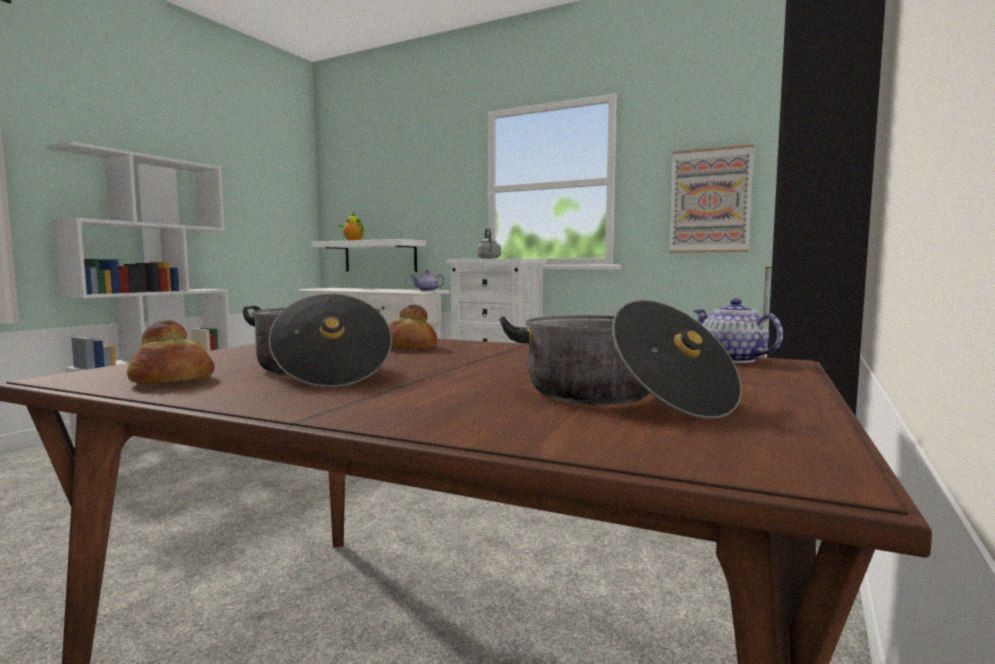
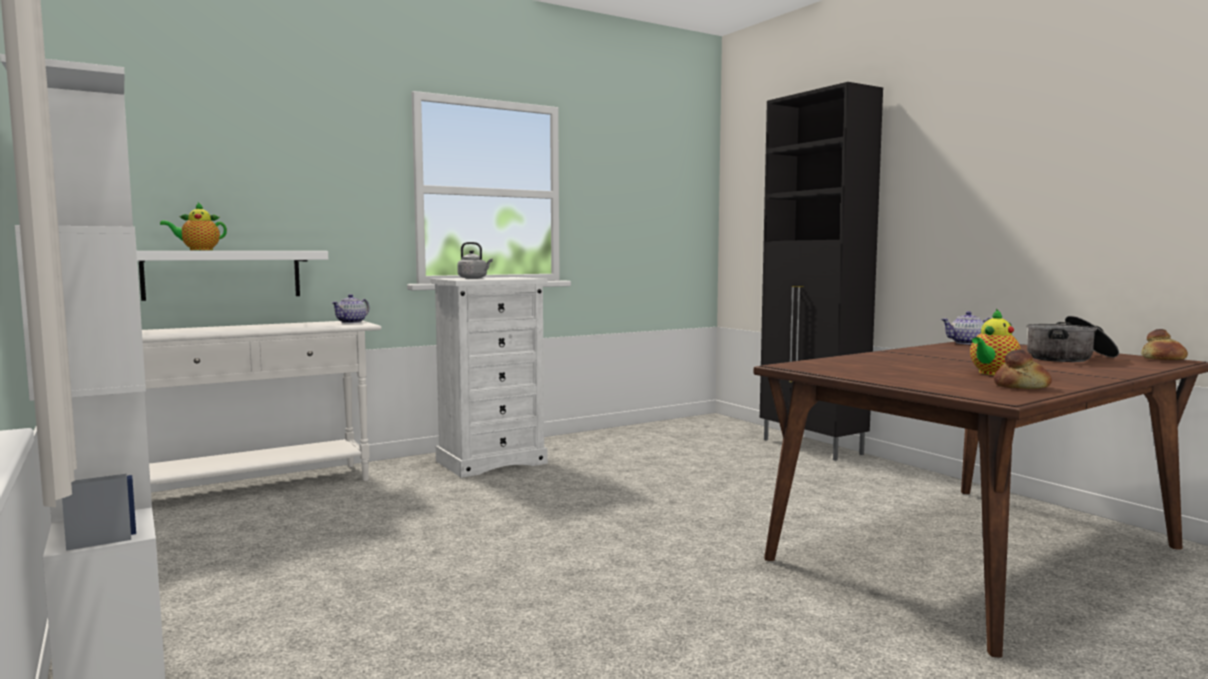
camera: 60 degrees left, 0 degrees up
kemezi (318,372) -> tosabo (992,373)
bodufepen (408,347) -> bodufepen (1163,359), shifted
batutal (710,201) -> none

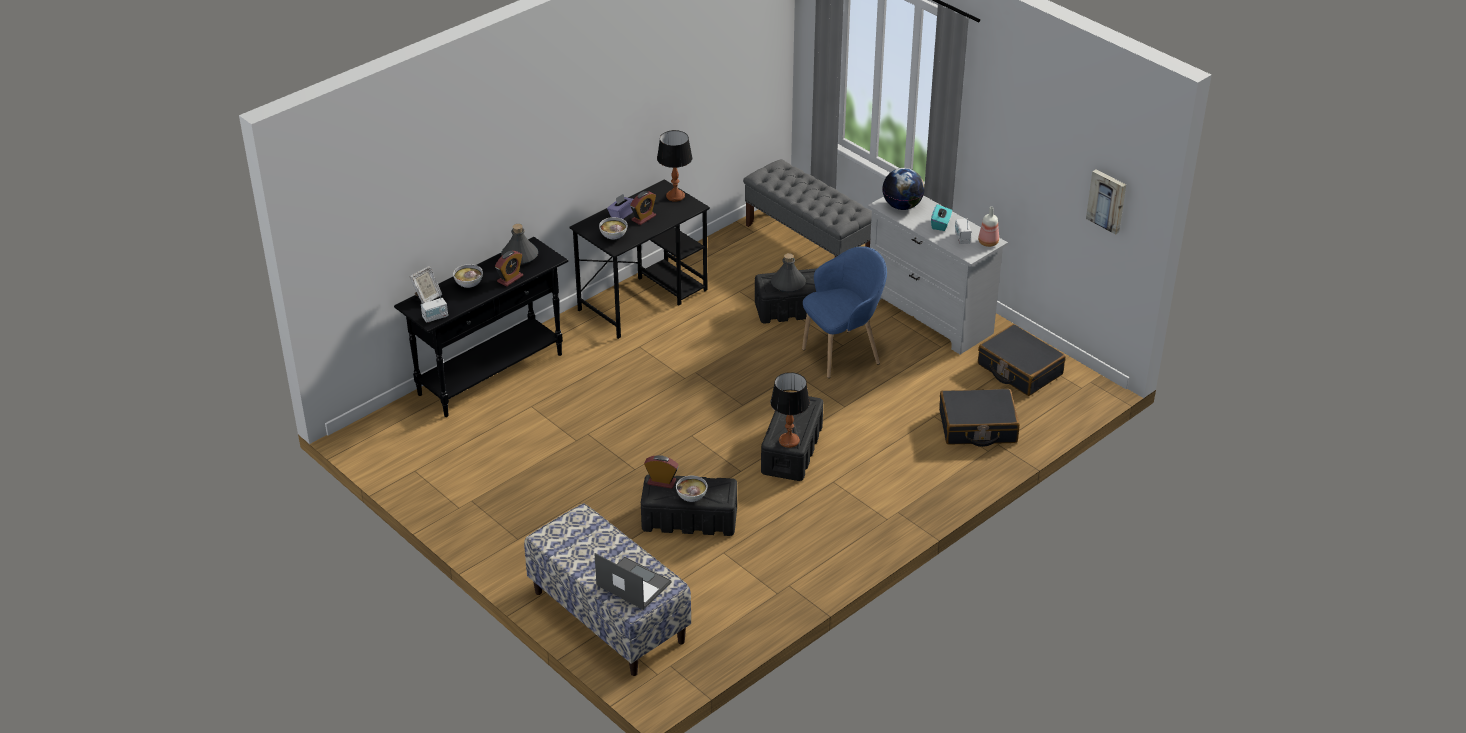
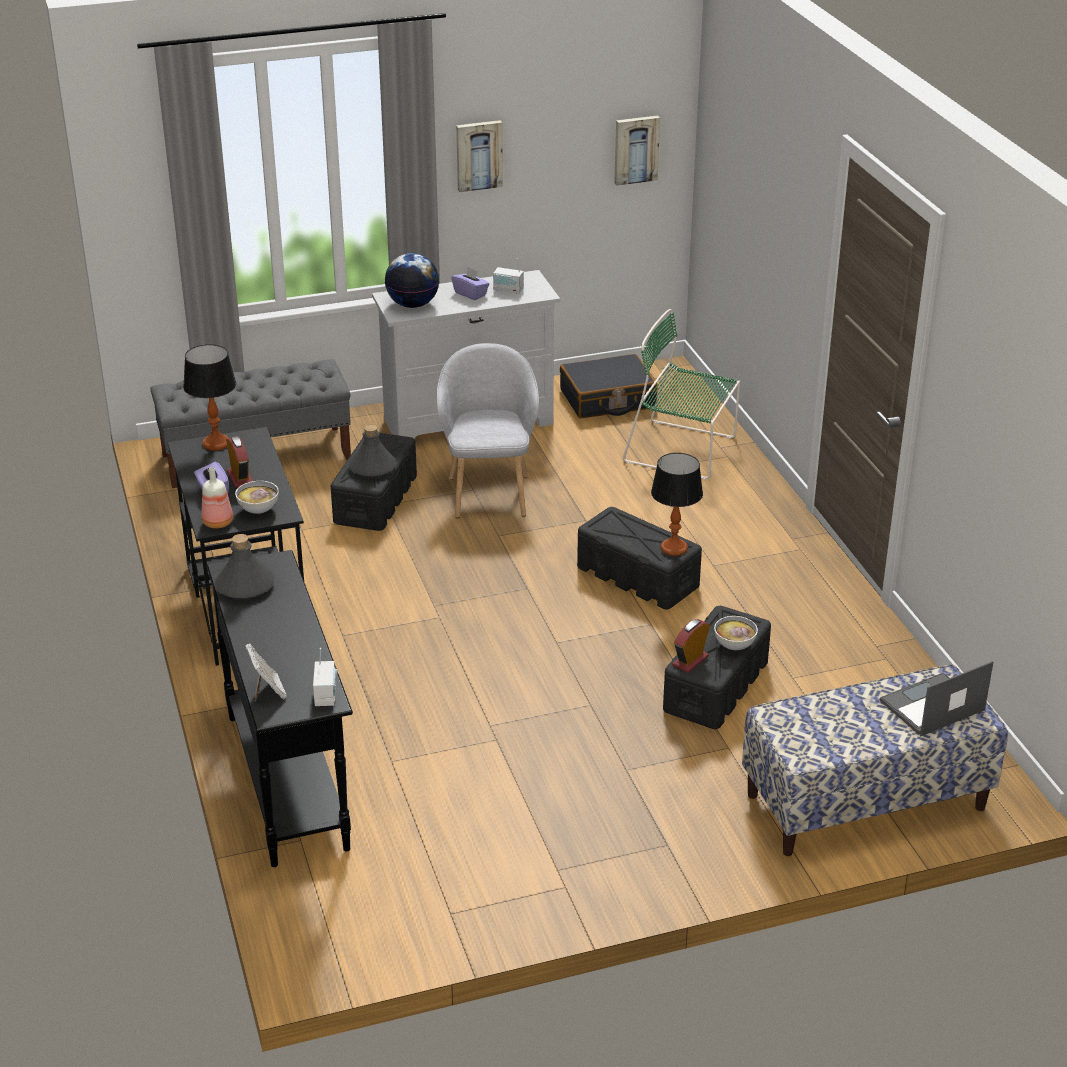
camera: 65 degrees left, 5 degrees down
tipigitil (469,285) -> none
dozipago (510,279) -> none
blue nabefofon (842,354) -> grey nabefofon (489,494)
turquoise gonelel (941,224) -> purple gonelel (470,294)
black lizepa (977,427) -> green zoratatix (683,450)
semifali (988,242) -> semifali (217,522), shifted
none -> batutal (478,155)

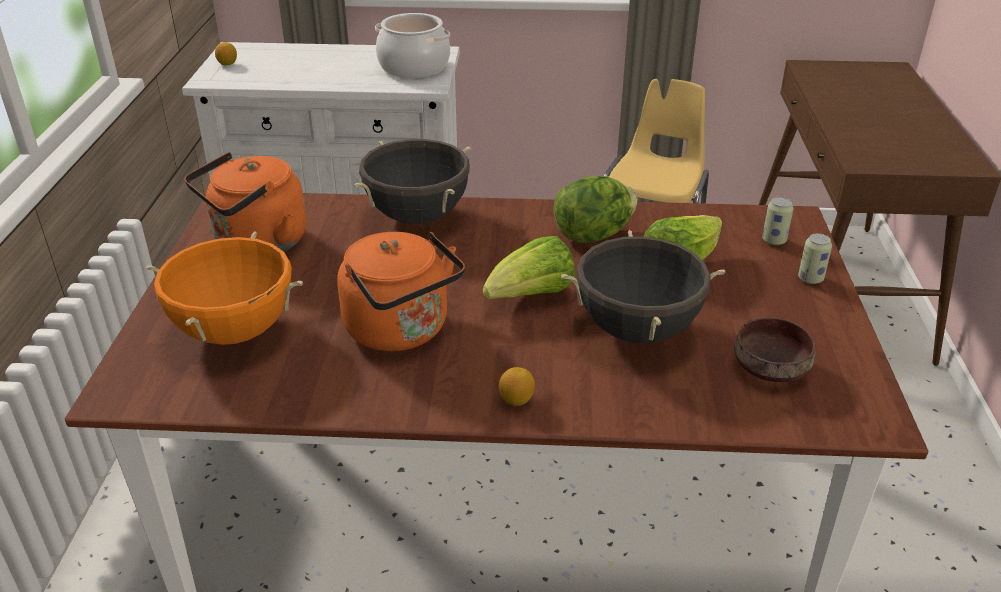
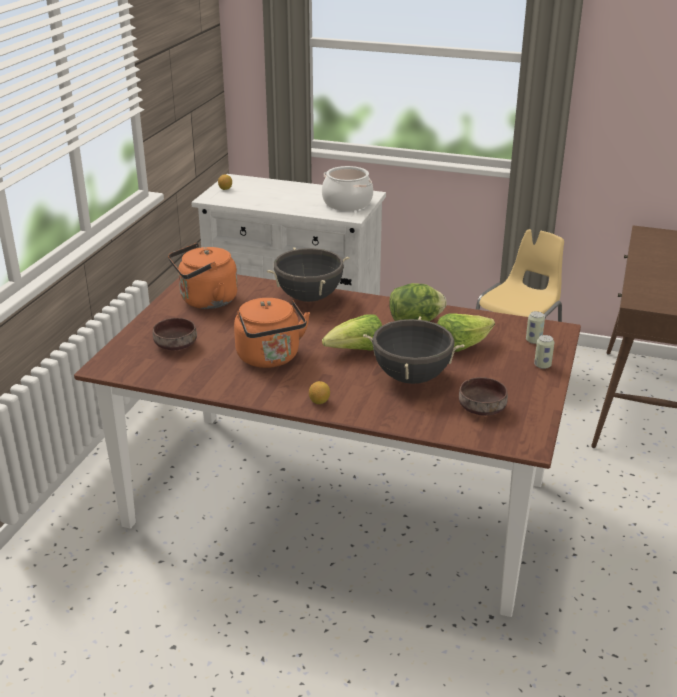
camera: 15 degrees right, 5 degrees down
orange kemezi (235,331) -> brown tipigitil (176,345)

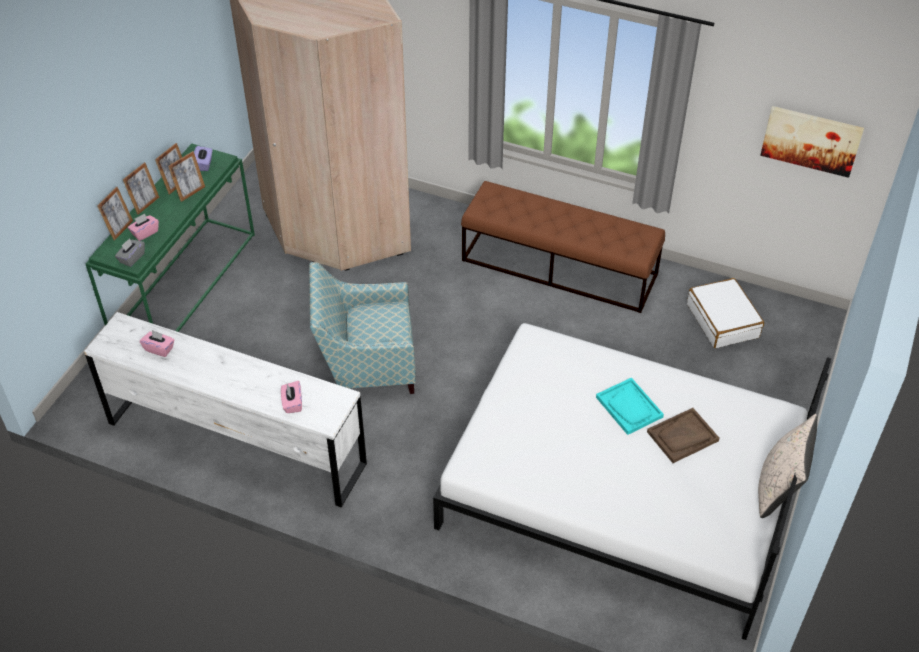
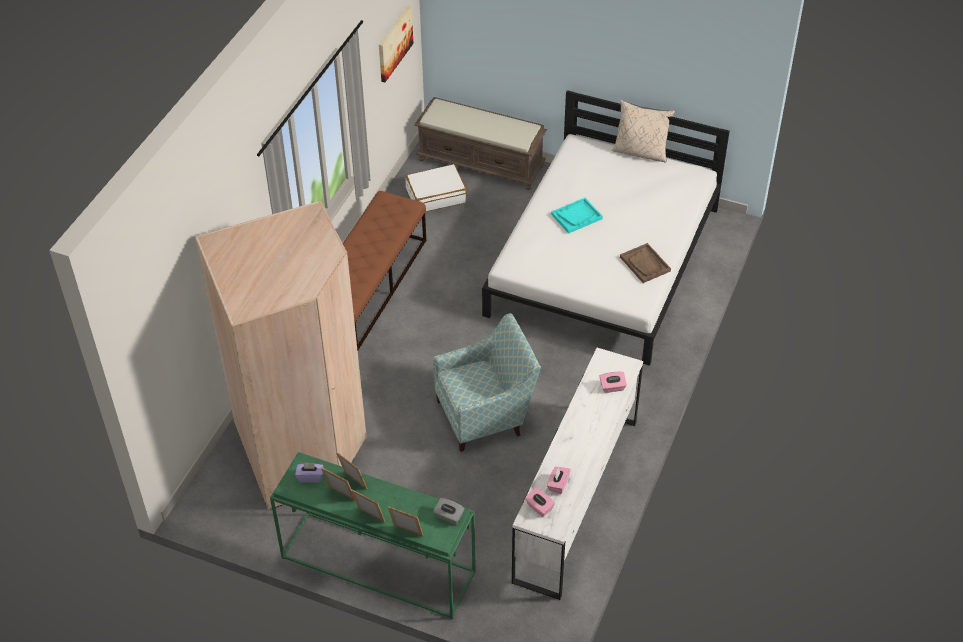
camera: 90 degrees left, 0 degrees up
pink gonelel (145,233) -> pink gonelel (539,507), shifted
nabefofon (365,366) -> nabefofon (486,414), 105 degrees counterclockwise
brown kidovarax (682,436) -> brown kidovarax (645,264), shifted
none -> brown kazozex (481,163)

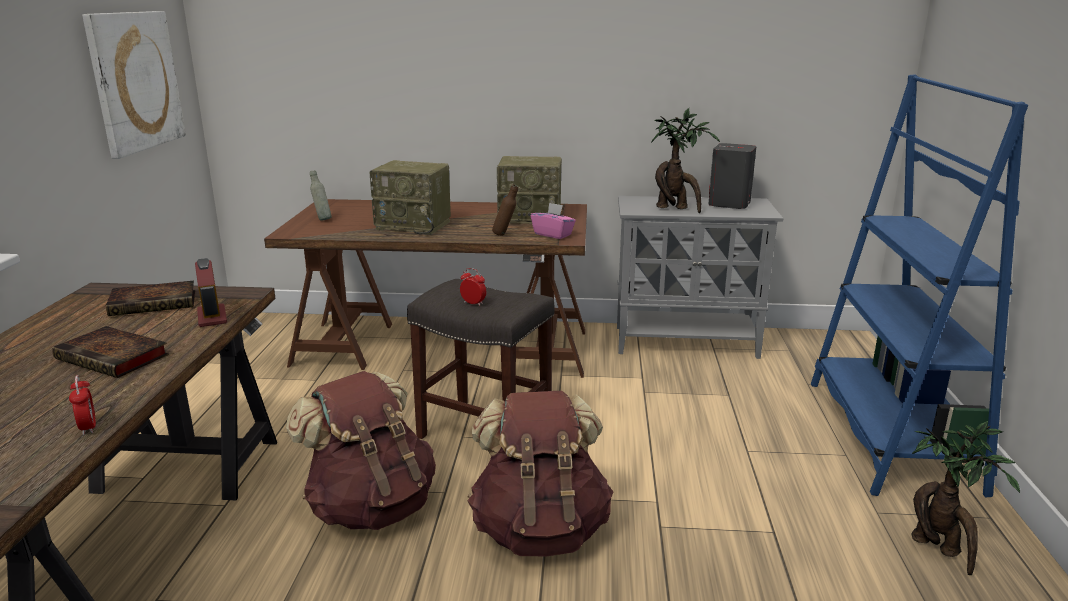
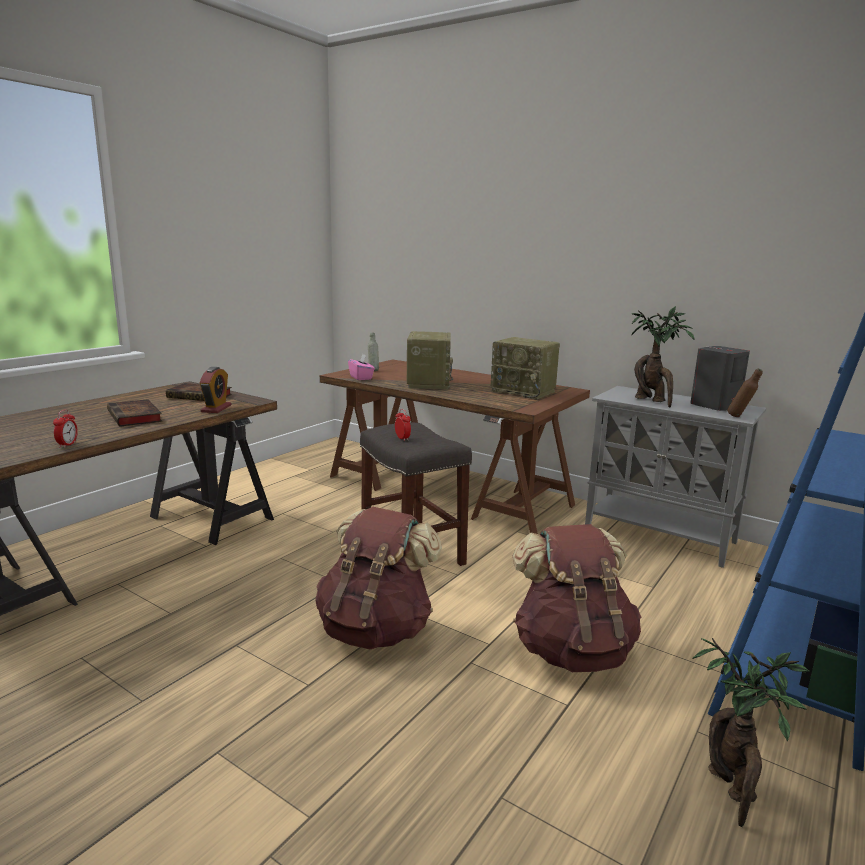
camera: 30 degrees right, 5 degrees down
batutal (135,81) -> none
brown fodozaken (371,506) -> brown fodozaken (572,650), shifted
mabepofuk (415,225) -> mabepofuk (428,383), 135 degrees counterclockwise
brown semifali (505,235) -> brown semifali (740,417), shifted
pink gonelel (553,234) -> pink gonelel (361,377), shifted

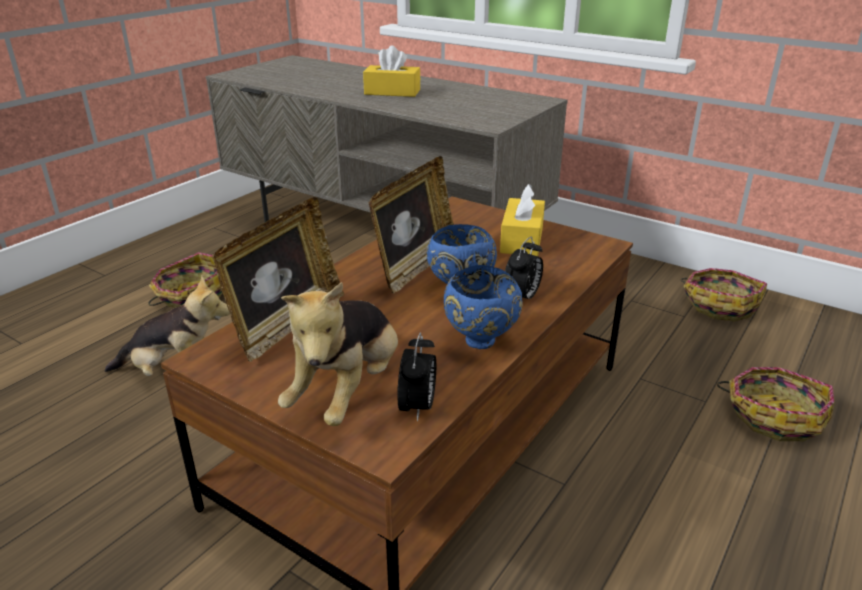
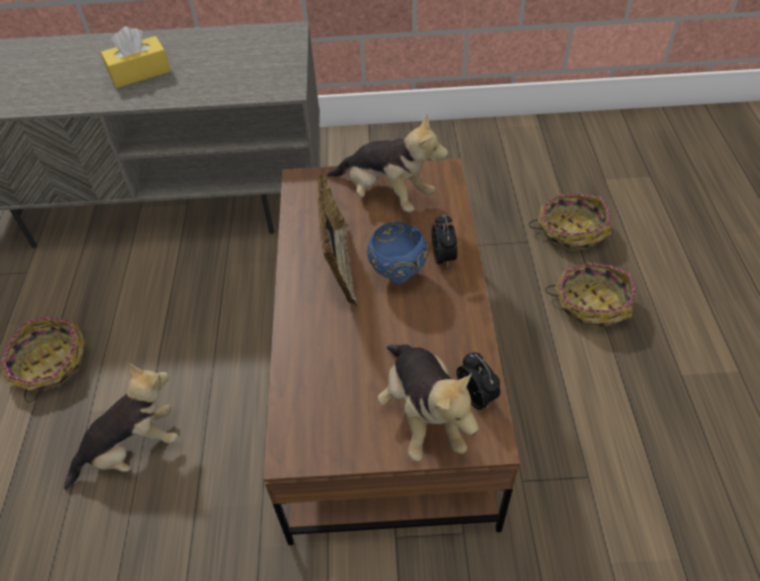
camera: 35 degrees left, 20 degrees up
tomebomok (286,324) -> none
blue tipigitil (481,342) -> none
yellow gonelel (522,239) -> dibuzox (386,195)
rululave (720,304) -> rululave (591,303), shifted

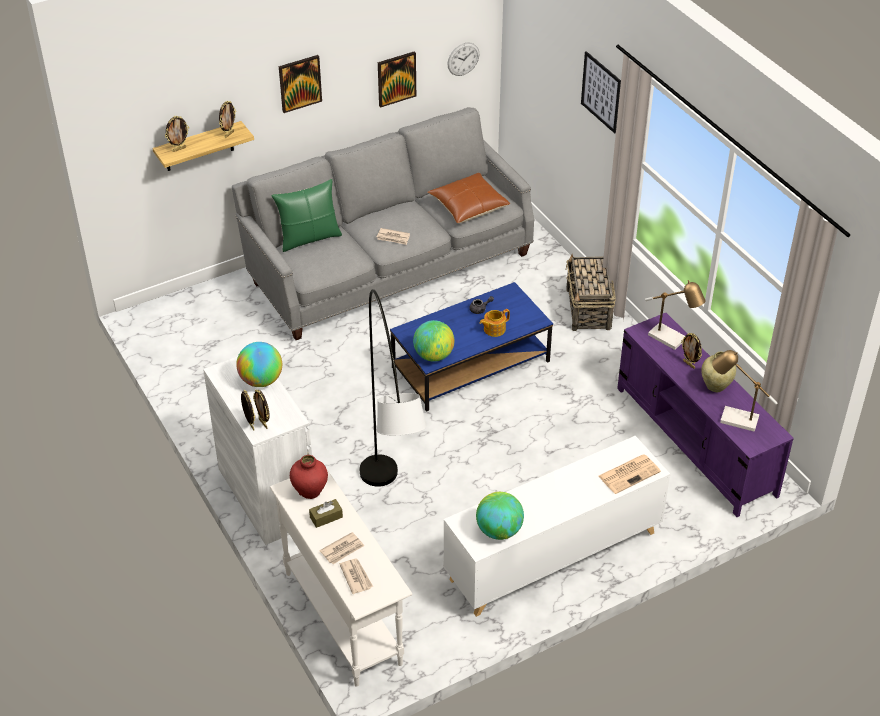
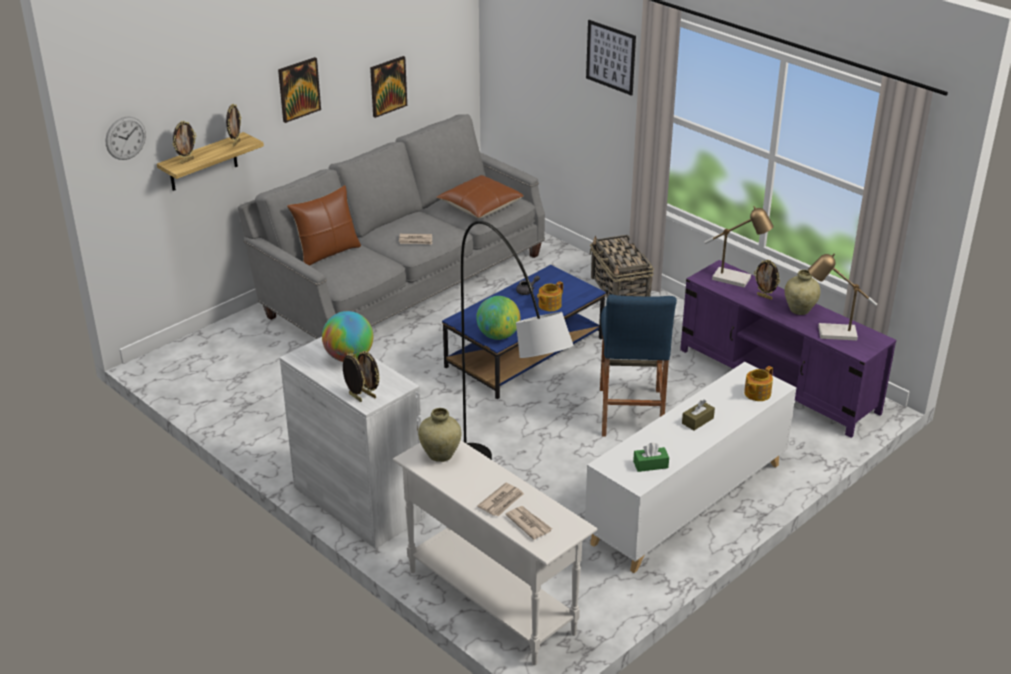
camera: 15 degrees left, 10 degrees down
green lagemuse (309,238) -> brown lagemuse (327,253)
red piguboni (310,491) -> beige piguboni (440,455)
brown gonelel (326,517) -> brown gonelel (697,421), shifted
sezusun (463,59) -> sezusun (125,138), shifted
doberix (499,531) -> green gonelel (650,465)
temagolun (629,473) -> tosabo (756,393)
none -> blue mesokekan (630,412)

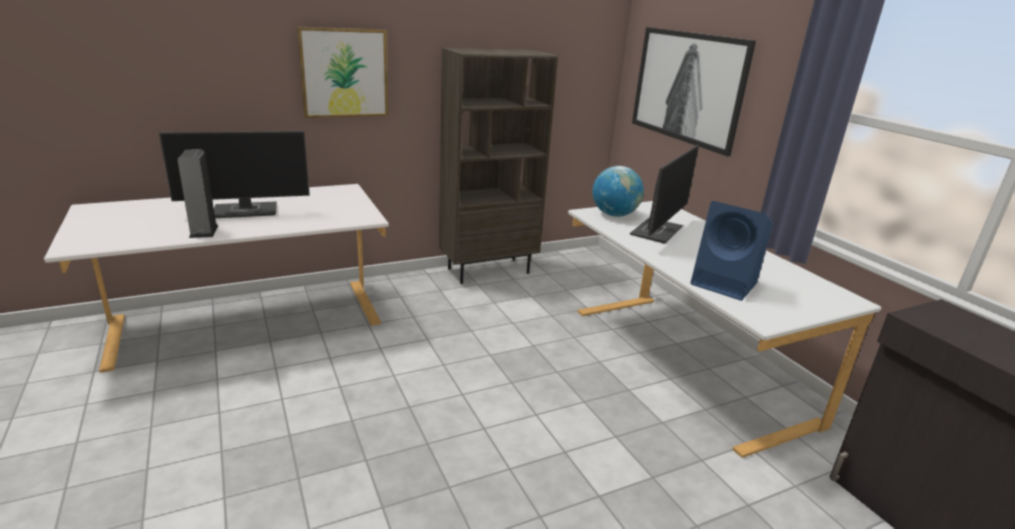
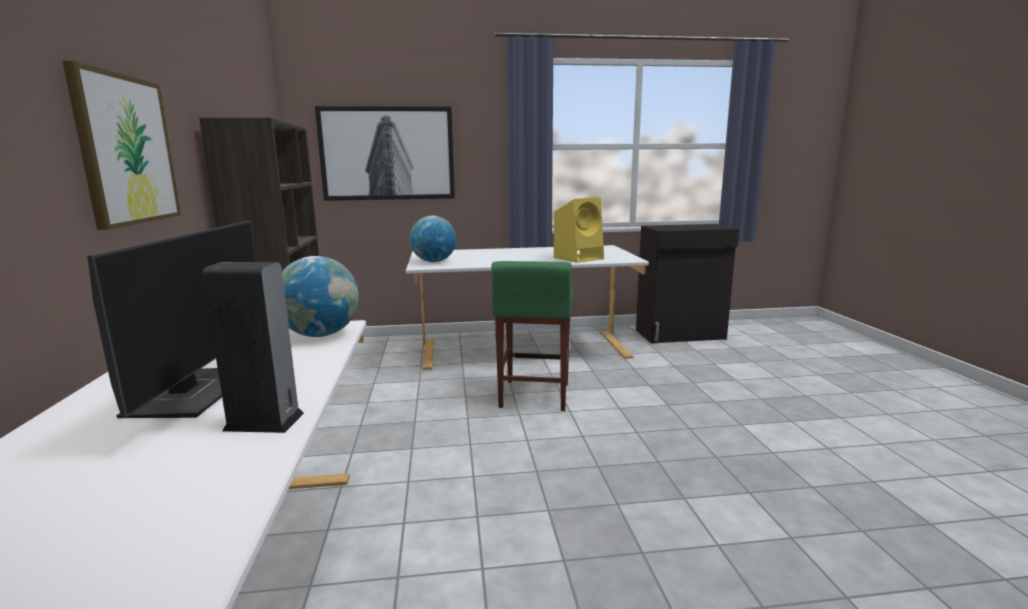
camera: 70 degrees left, 10 degrees down
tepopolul (656,231) -> none
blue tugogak (725,284) -> yellow tugogak (579,258)
none -> doberix (321,335)
none -> green mesokekan (534,395)

